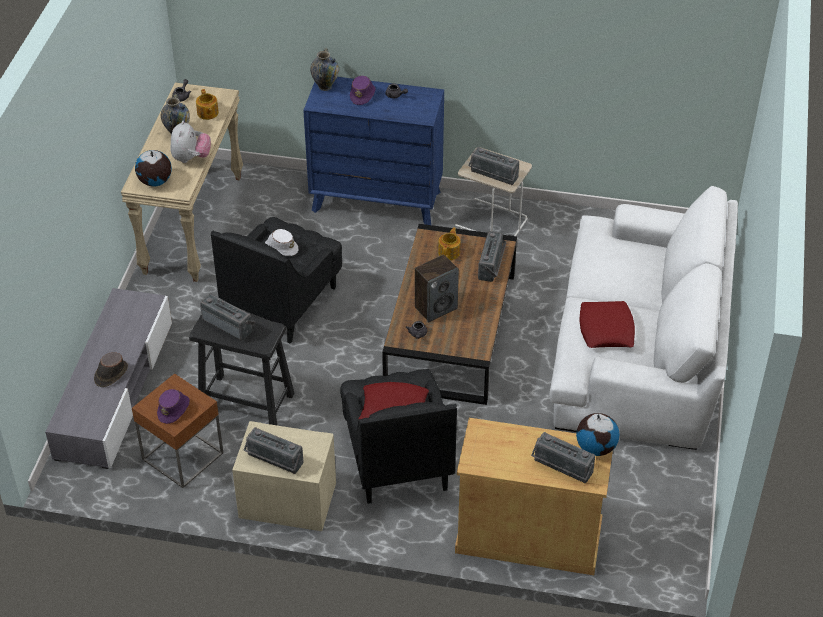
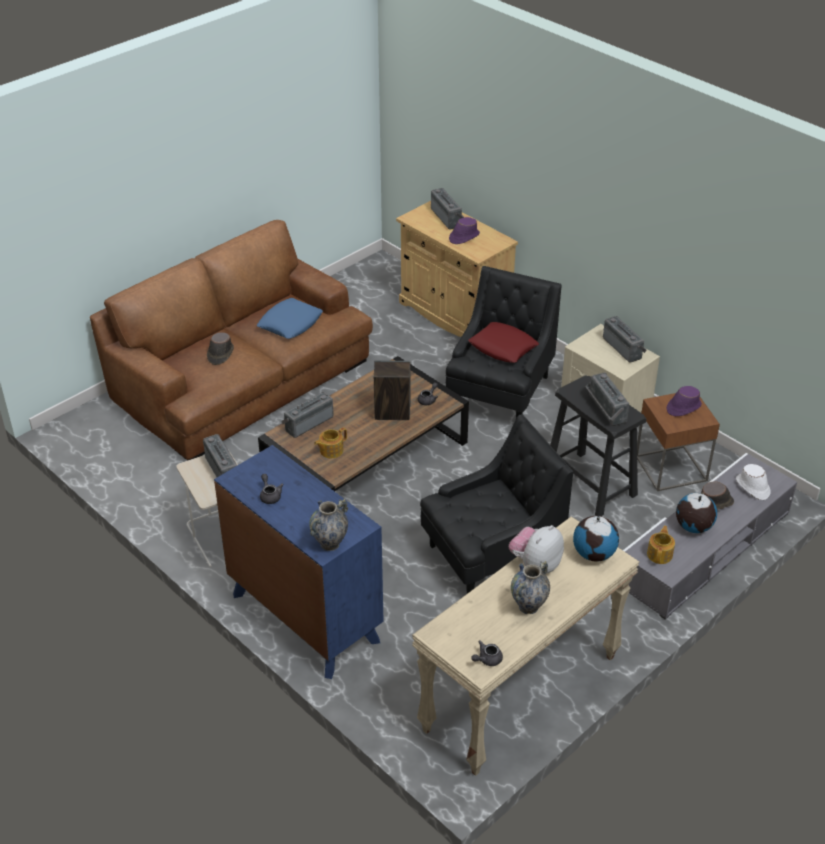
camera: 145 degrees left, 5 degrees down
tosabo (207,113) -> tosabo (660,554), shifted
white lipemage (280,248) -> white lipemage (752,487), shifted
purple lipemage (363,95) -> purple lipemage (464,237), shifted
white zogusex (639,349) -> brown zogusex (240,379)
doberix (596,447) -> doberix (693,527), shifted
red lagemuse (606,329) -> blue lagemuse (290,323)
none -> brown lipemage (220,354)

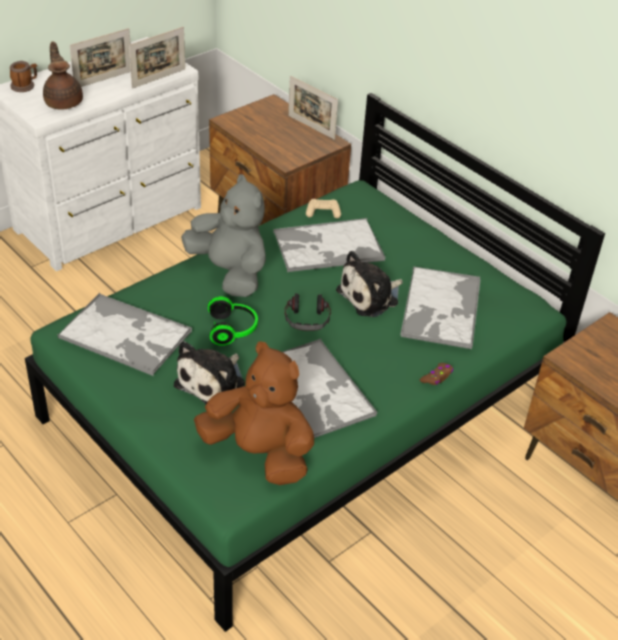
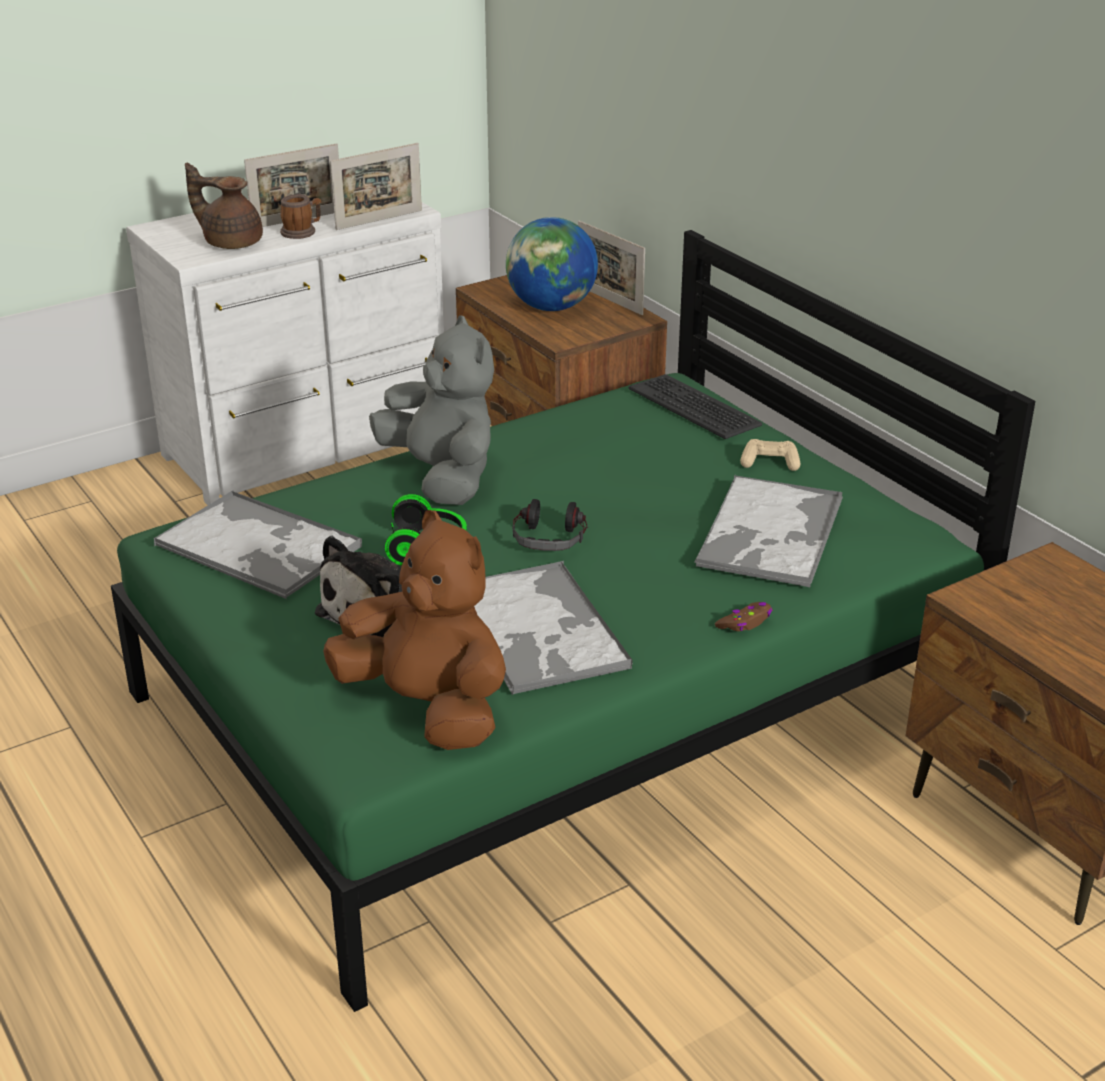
camera: 10 degrees right, 10 degrees down
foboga (25,86) -> foboga (302,232), shifted
brown tosabo (64,101) -> brown tosabo (231,242), 60 degrees counterclockwise
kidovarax (327,247) -> none
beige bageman (323,213) -> beige bageman (770,463), shifted
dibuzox (371,296) -> none
none -> doberix (551,307)
none -> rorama (695,407)

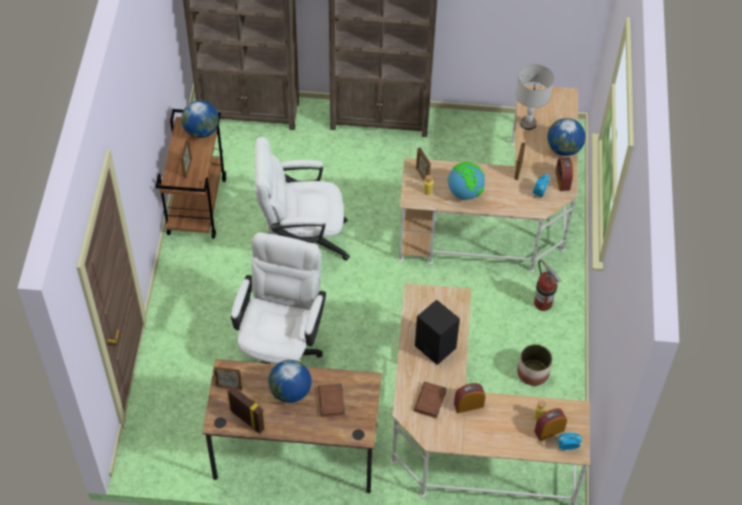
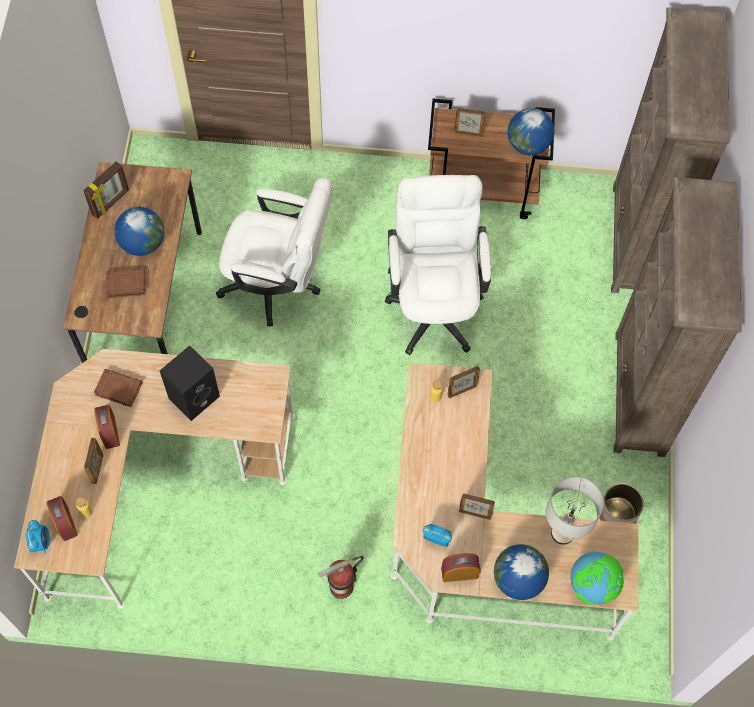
camera: 90 degrees right, 10 degrees up
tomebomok (229,387) -> tomebomok (98,468), shifted
doberix (465,192) -> doberix (593,585), shifted
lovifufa (533,373) -> lovifufa (616,514), shifted

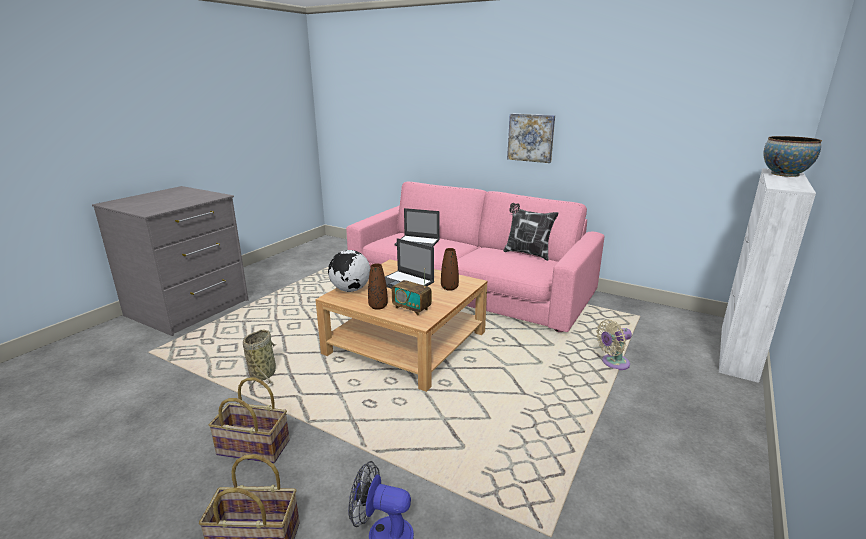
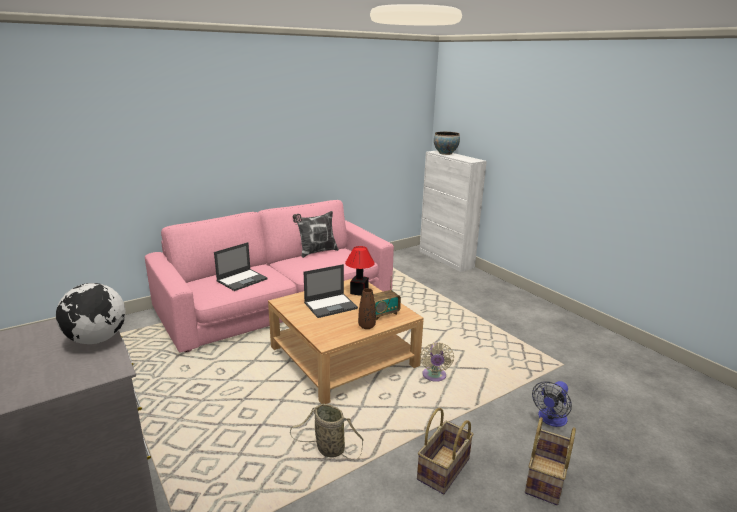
camera: 65 degrees left, 0 degrees up
doberix (350,290) -> doberix (97,340), shifted
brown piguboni (449,288) -> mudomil (359,292)
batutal (531,137) -> none
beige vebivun (613,363) -> beige vebivun (434,377), shifted

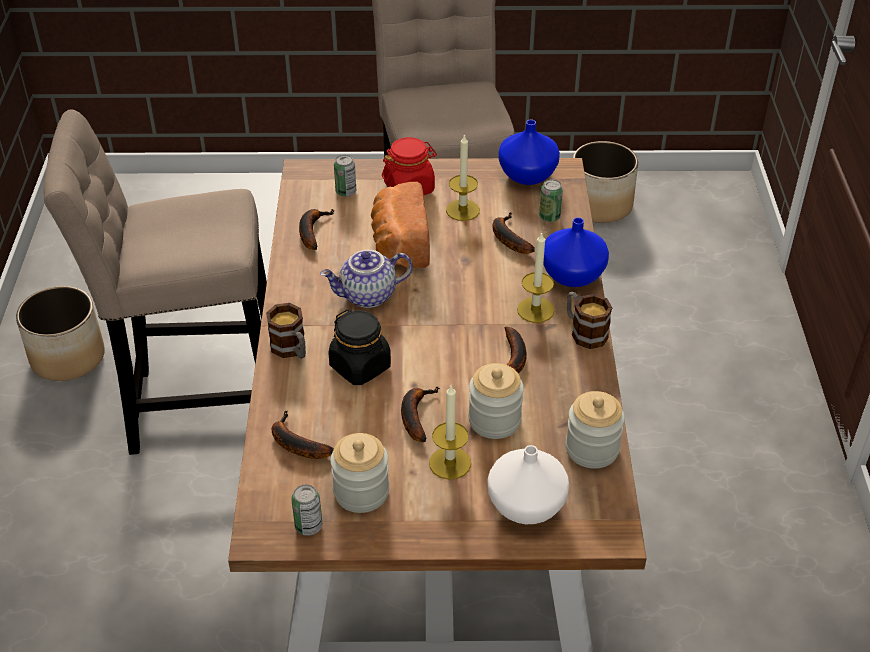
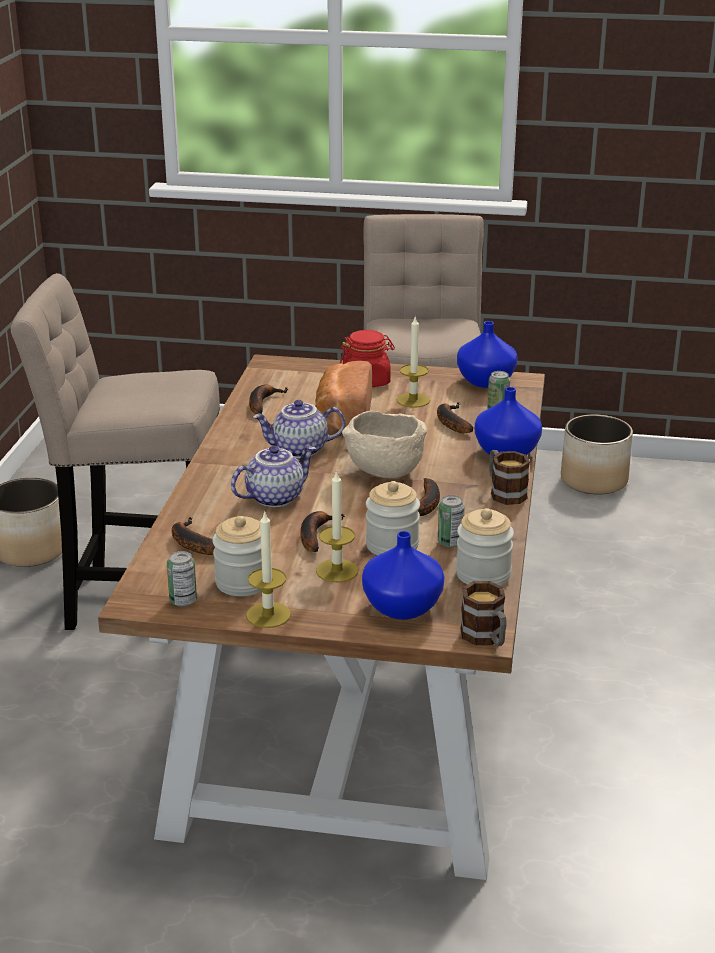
camera: 10 degrees right, 15 degrees down
foboga (291,350) -> foboga (486,638), shifted
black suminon (360,366) -> tosabo (274,497)
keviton (346,192) -> keviton (450,542), shifted
white piguboni (524,504) -> blue piguboni (401,607)
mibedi (535,310) -> mibedi (268,615), shifted
none -> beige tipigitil (383,473)

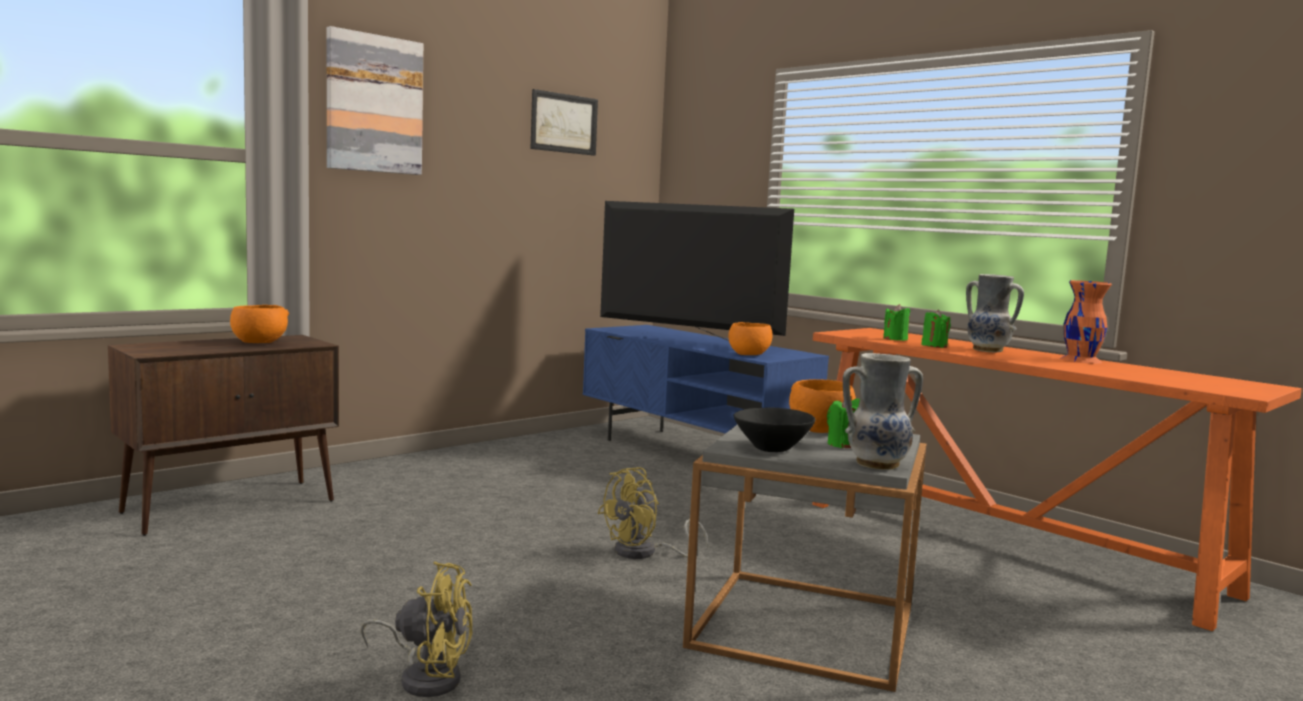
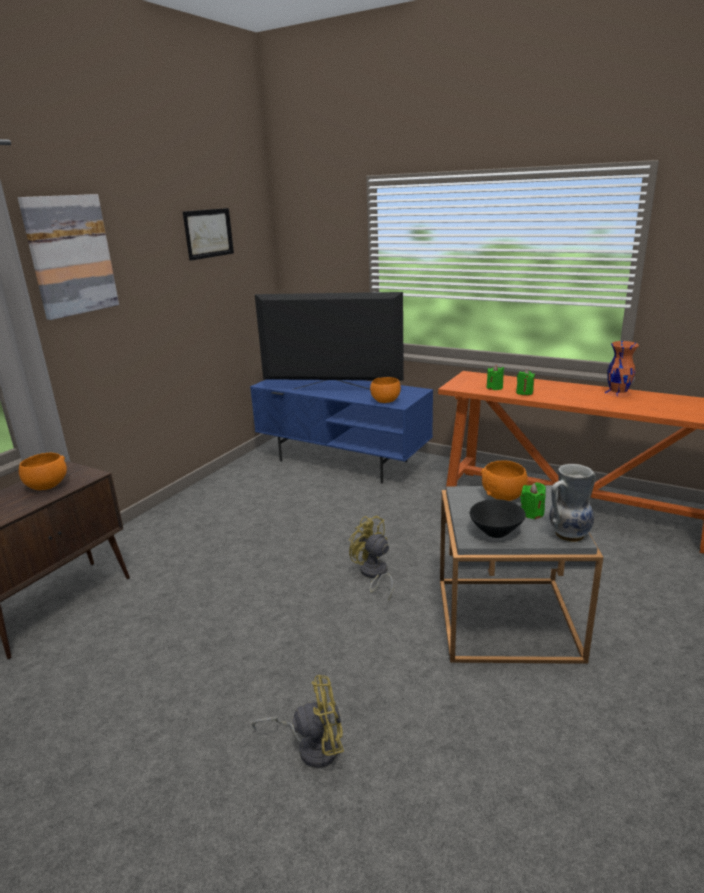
camera: 15 degrees left, 15 degrees up
yellow vebivun (645,553) -> yellow vebivun (373,575), 105 degrees clockwise
piguboni (988,350) -> none

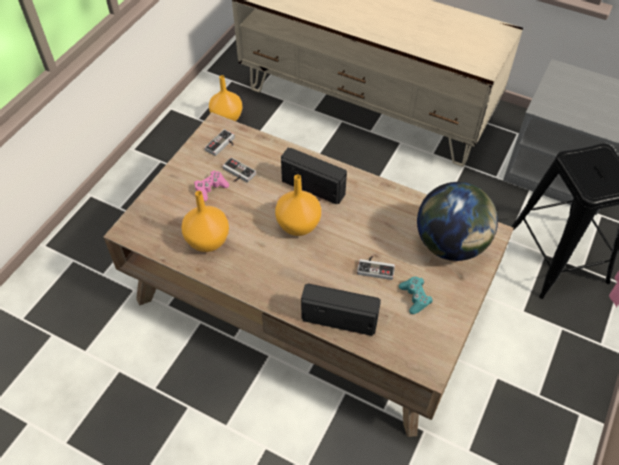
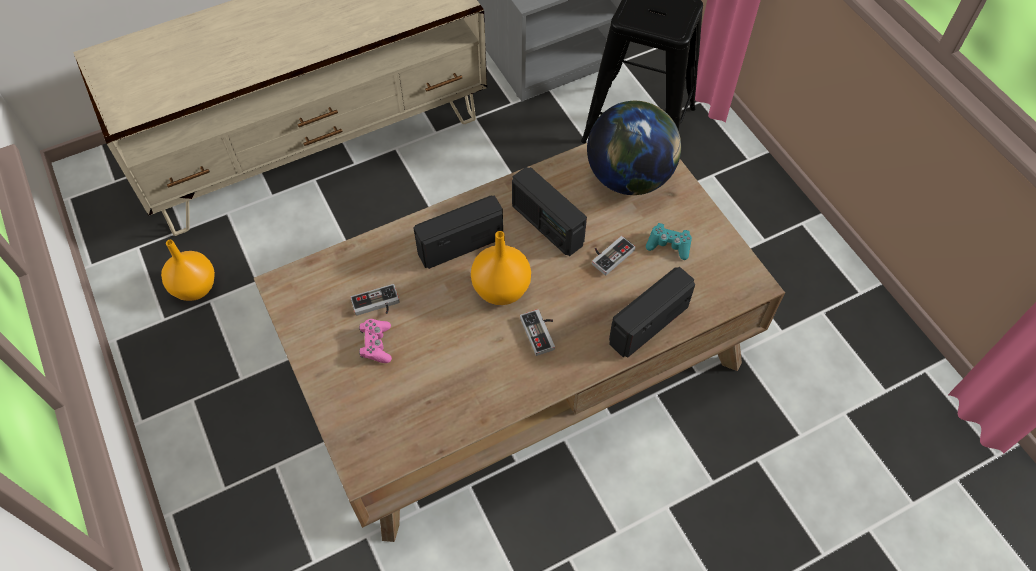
camera: 55 degrees left, 5 degrees up
orange piguboni (208,241) -> none
bageman (222,145) -> bageman (541,332), shifted
none -> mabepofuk (546,225)

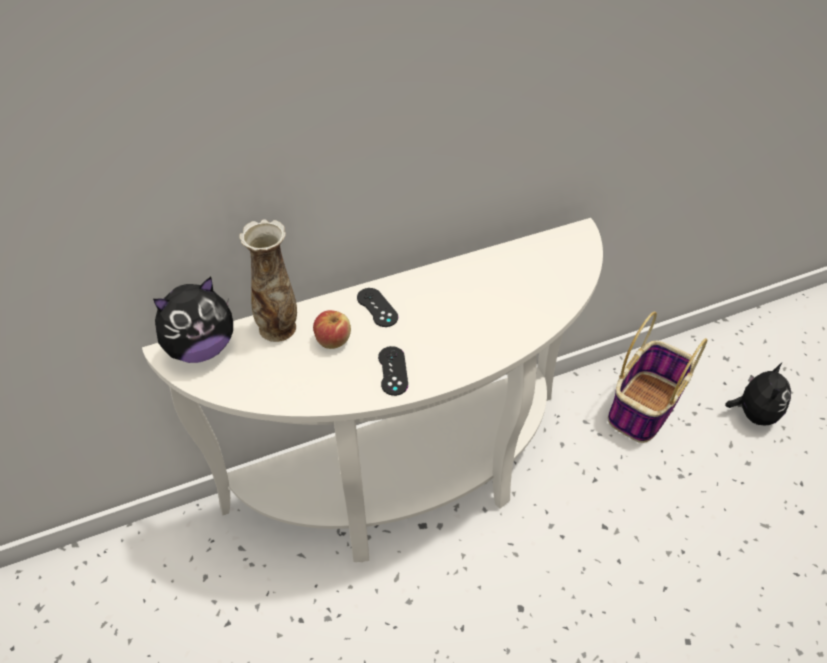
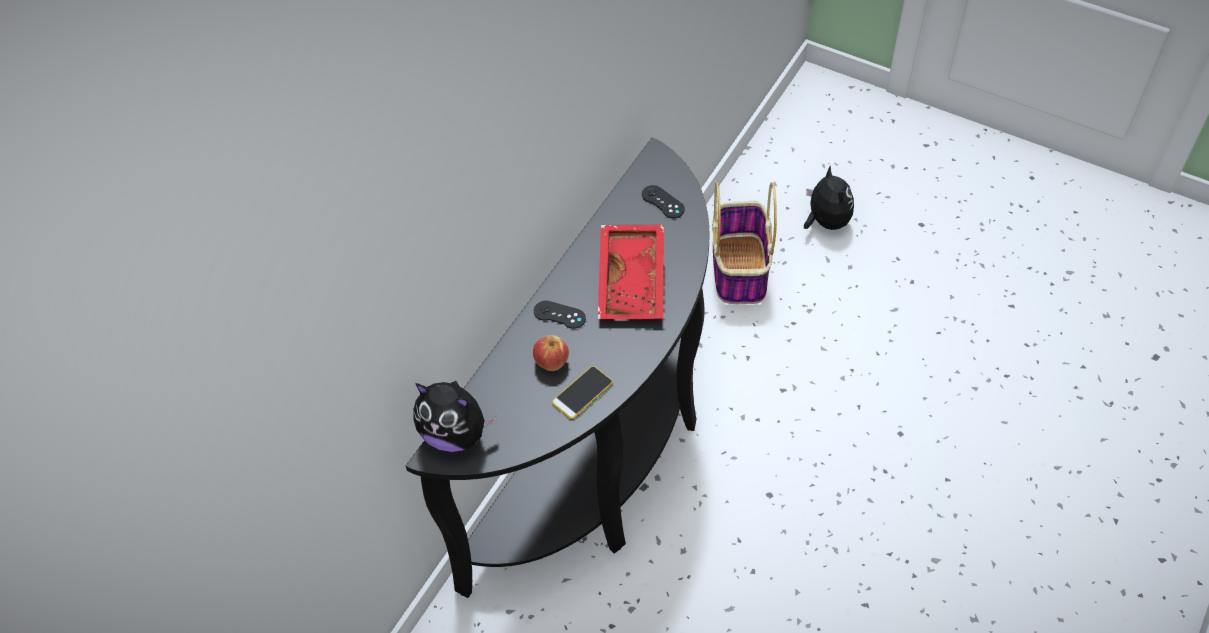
camera: 35 degrees left, 5 degrees up
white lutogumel (409,483) -> black lutogumel (604,461)
dibuzox (201,348) -> dibuzox (455,434), 90 degrees clockwise
piguboni (279,327) -> none
black bageman (393,371) -> black bageman (663,202), shifted
none -> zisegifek (582,393)
none -> red kidovarax (634,281)

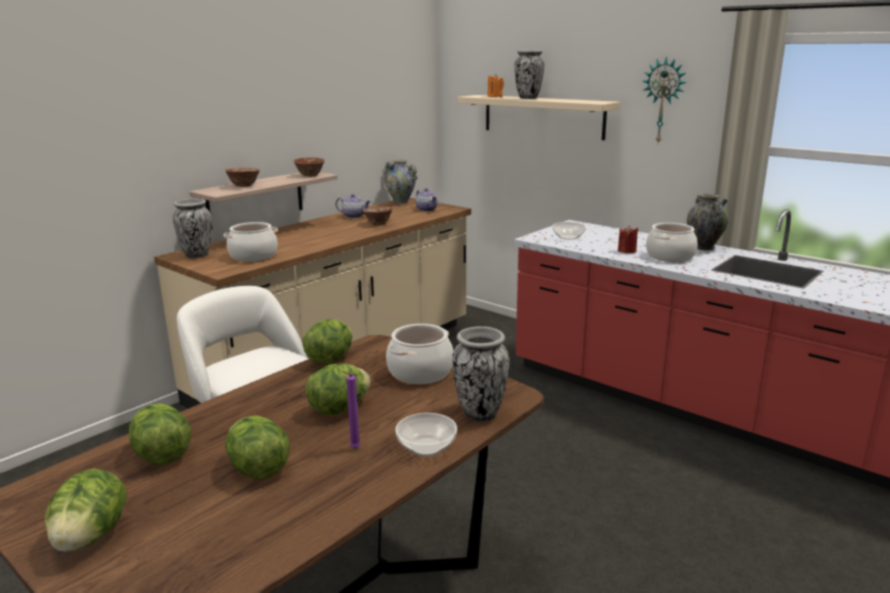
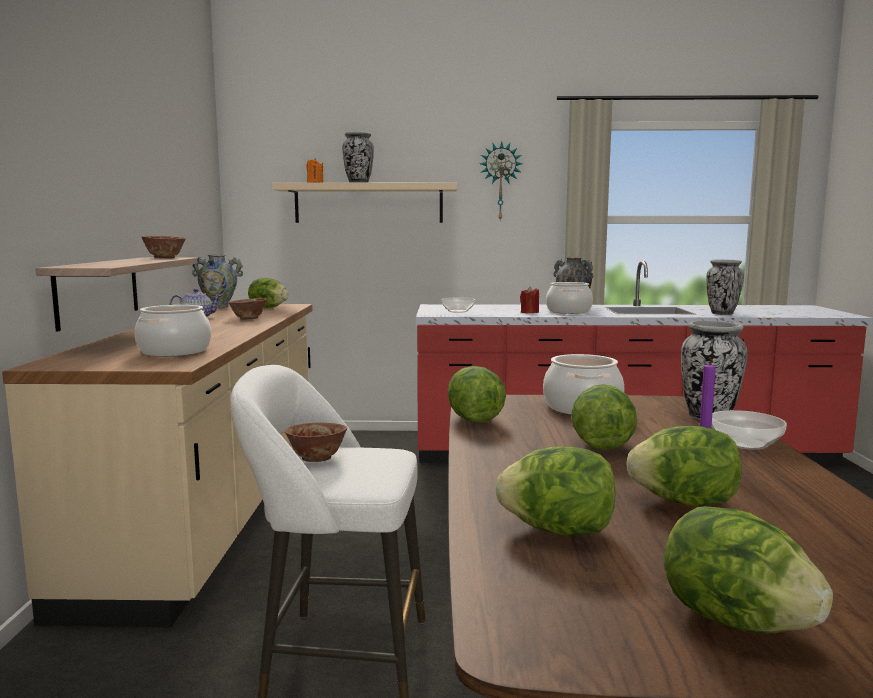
camera: 40 degrees left, 10 degrees down
piguboni (197,255) -> piguboni (721,314), shifted
tipigitil (244,186) -> tipigitil (316,458), shifted
tosabo (427,209) -> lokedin (268,307)

